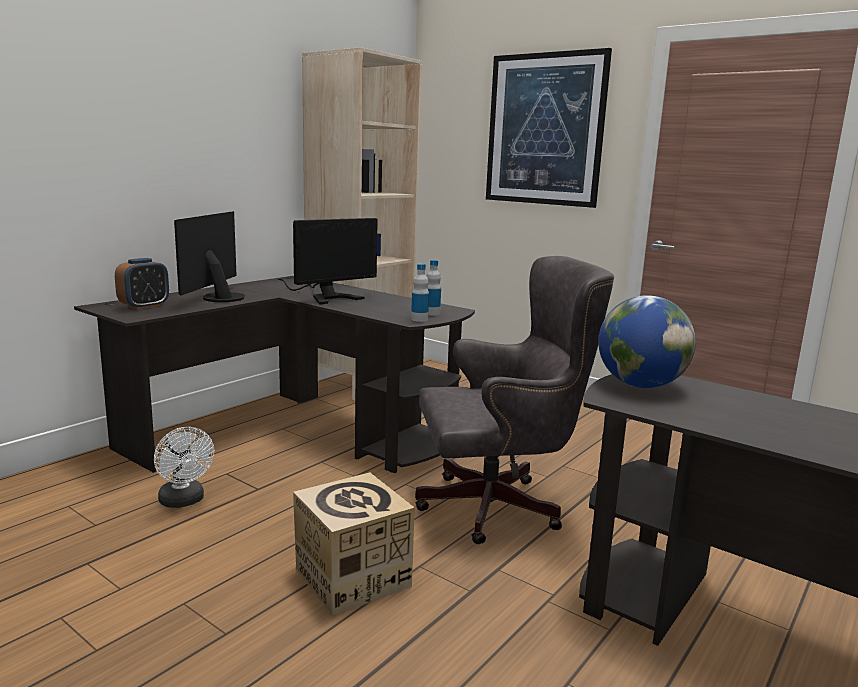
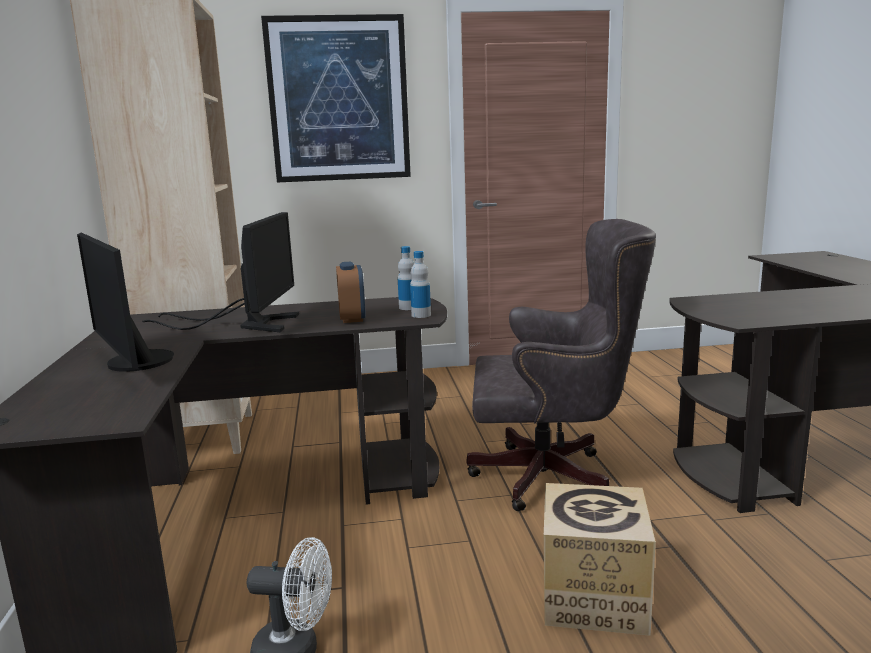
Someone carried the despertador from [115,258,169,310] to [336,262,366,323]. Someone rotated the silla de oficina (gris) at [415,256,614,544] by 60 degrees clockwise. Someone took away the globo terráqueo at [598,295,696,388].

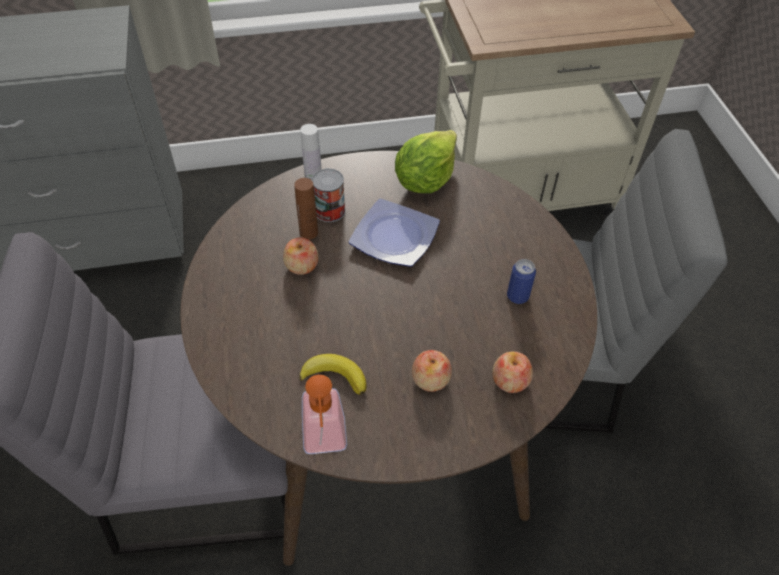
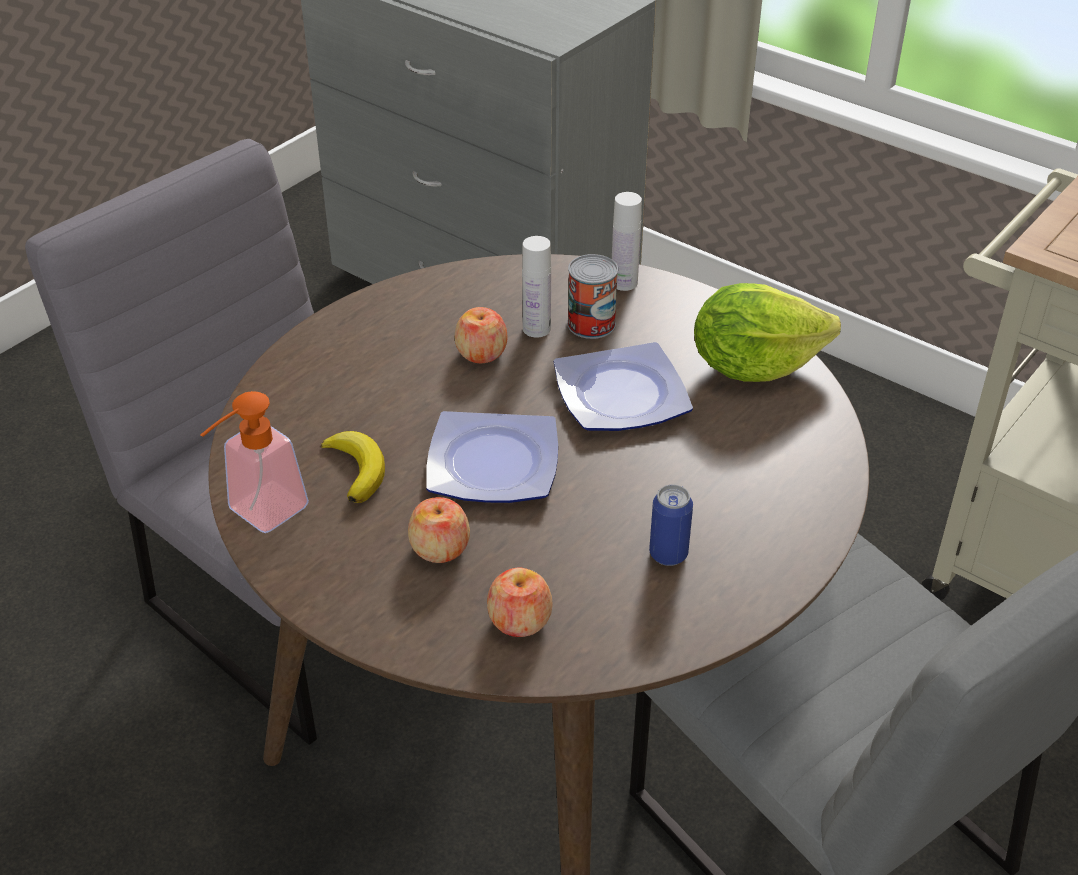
Someone put down the plato at [426,411,558,503]. Someone repainted the botella (marrón) at [294,178,318,240], which became the botella (blanco) at [522,236,551,338].

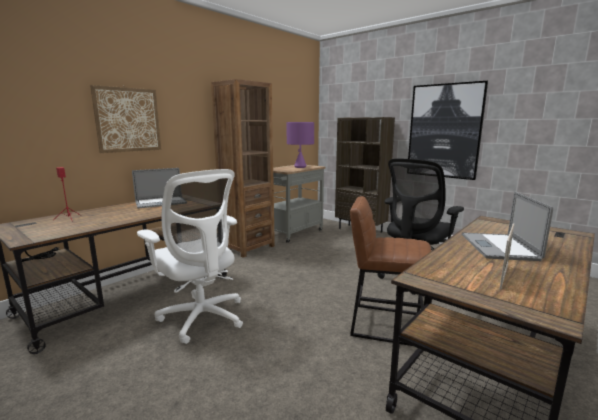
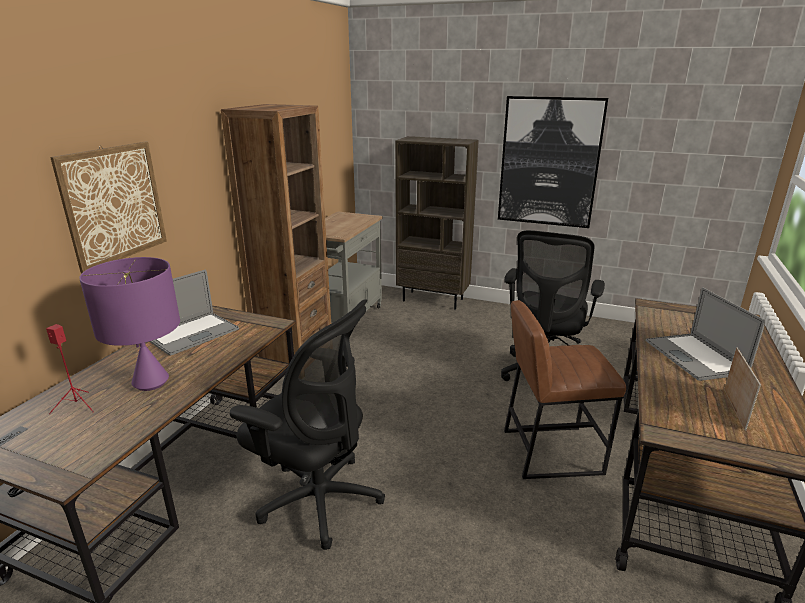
Someone carried the lámpara de mesa (morado) from [287,122,314,168] to [79,257,180,391]. Someone repainted the silla de oficina (blanco) at [137,169,243,344], which became the silla de oficina (negro) at [230,299,385,550].

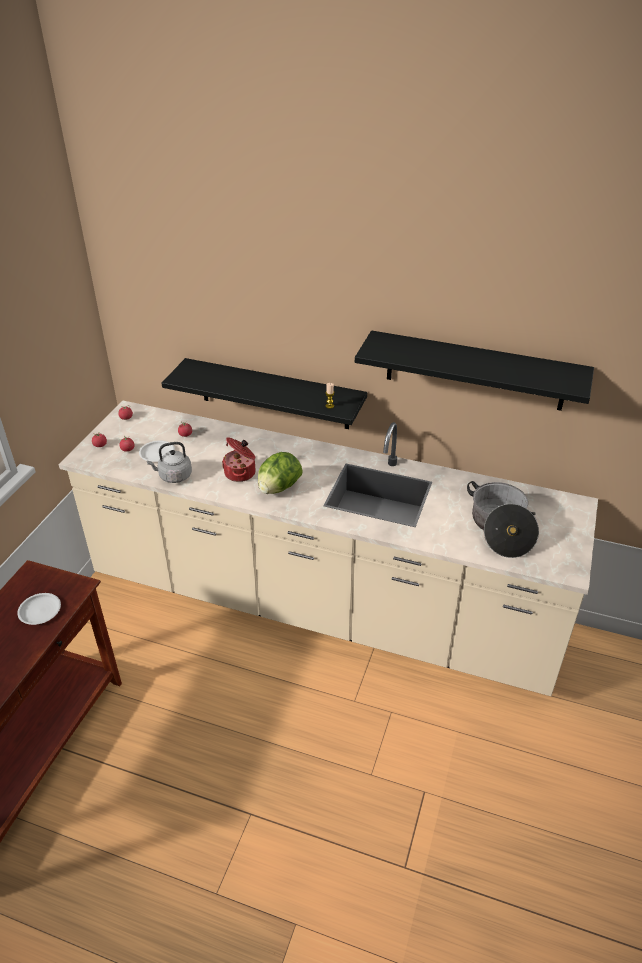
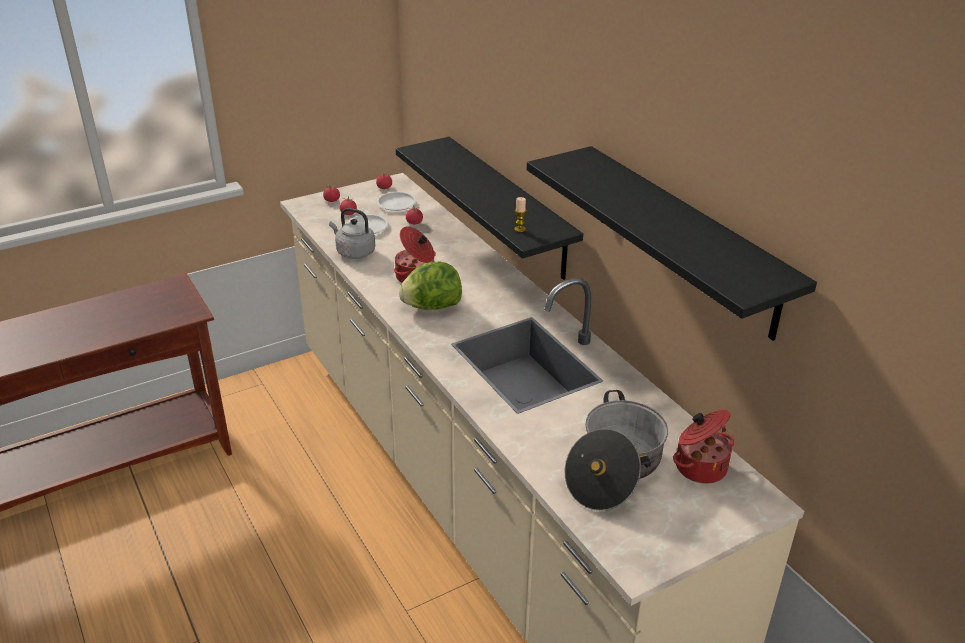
Someone carried the plato (blanco) from [17,593,61,625] to [377,192,417,211]. Someone put down the olla at [673,410,734,484].

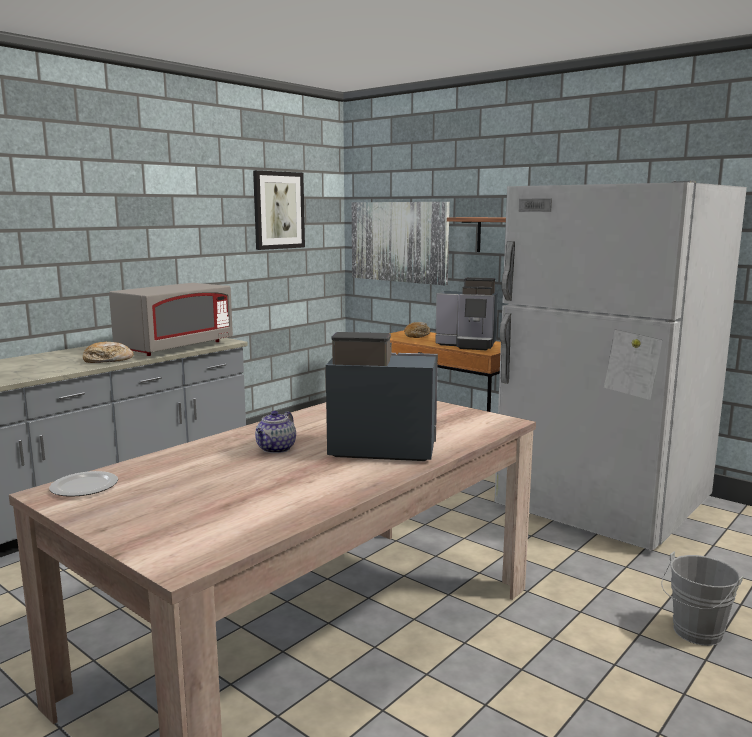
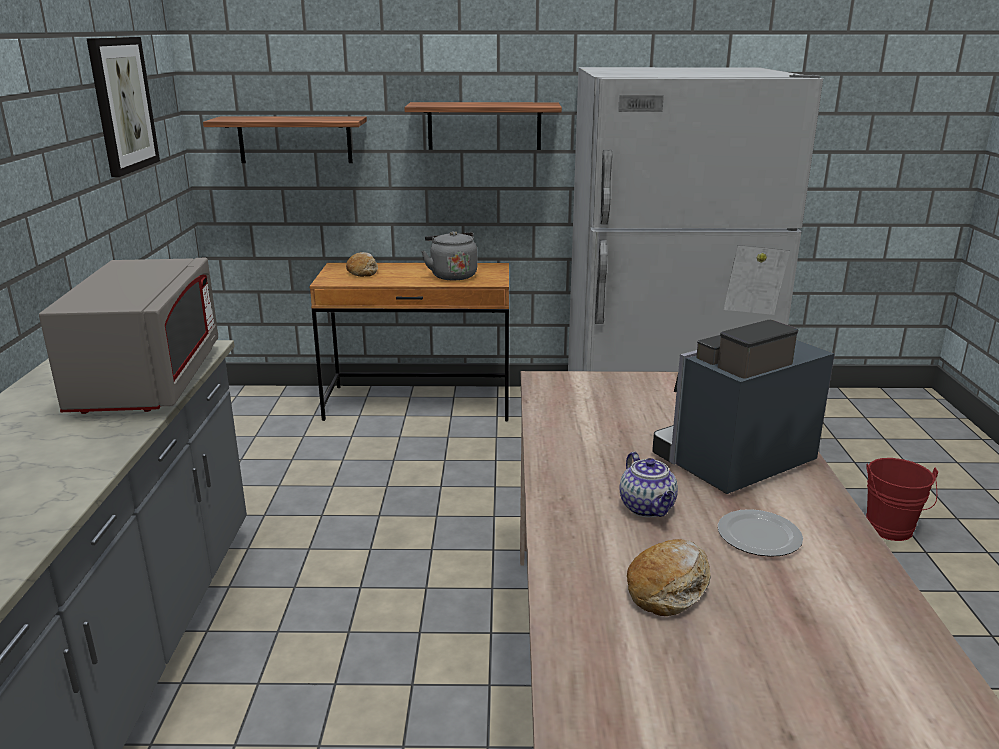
Someone swapped the cuadro at [352,202,450,285] for the estante at [203,116,367,163]. Someone swapped the cafetera at [435,277,498,350] for the hervidor (gris) at [421,231,477,280]. Someone carried the pan from [83,342,133,363] to [627,539,711,616]. Someone carried the plato from [49,471,118,497] to [718,509,803,557]. Someone repainted the cubo (gris) at [661,552,743,646], which became the cubo (rojo) at [866,458,938,541].

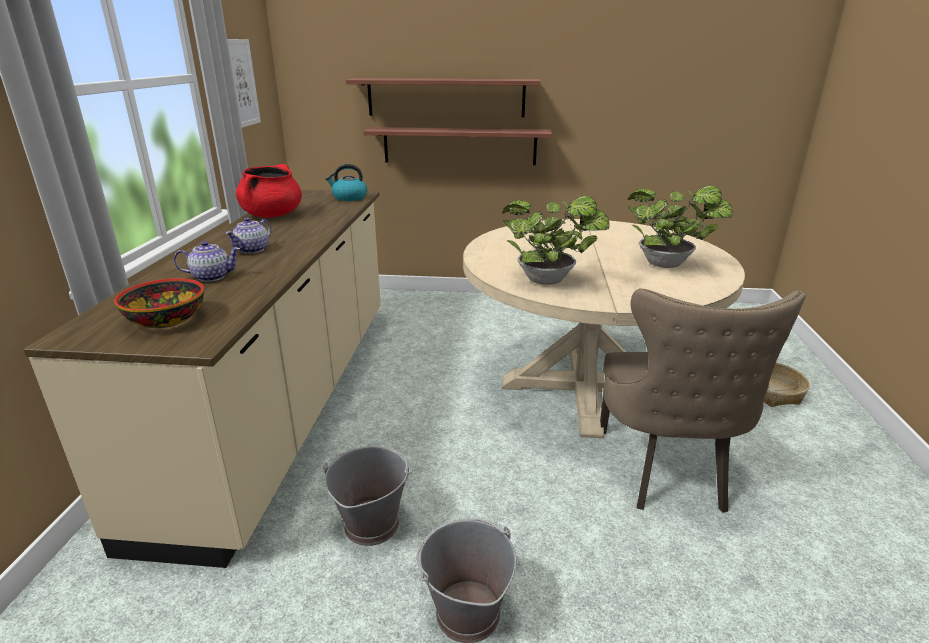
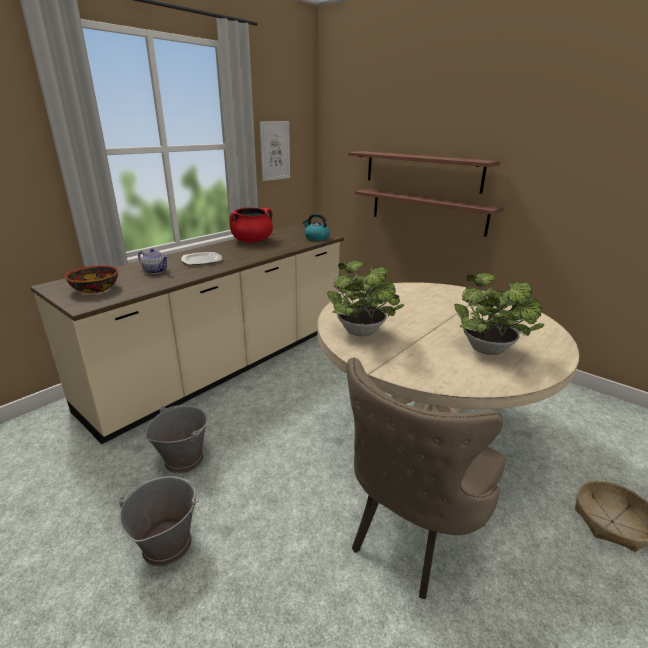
Someone swapped the tetera at [225,217,271,254] for the plato at [181,252,222,265].

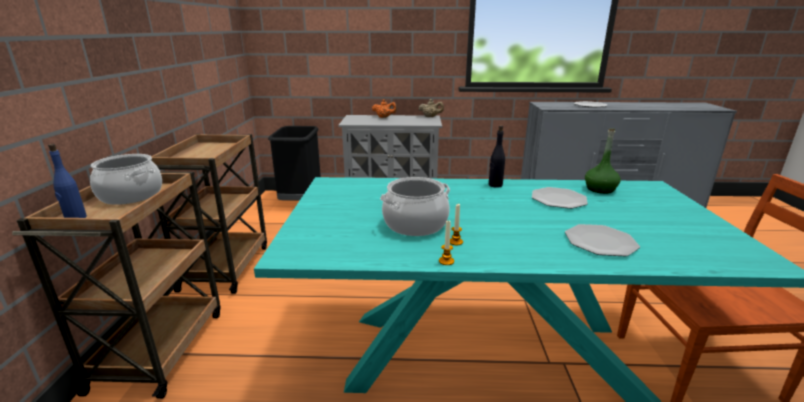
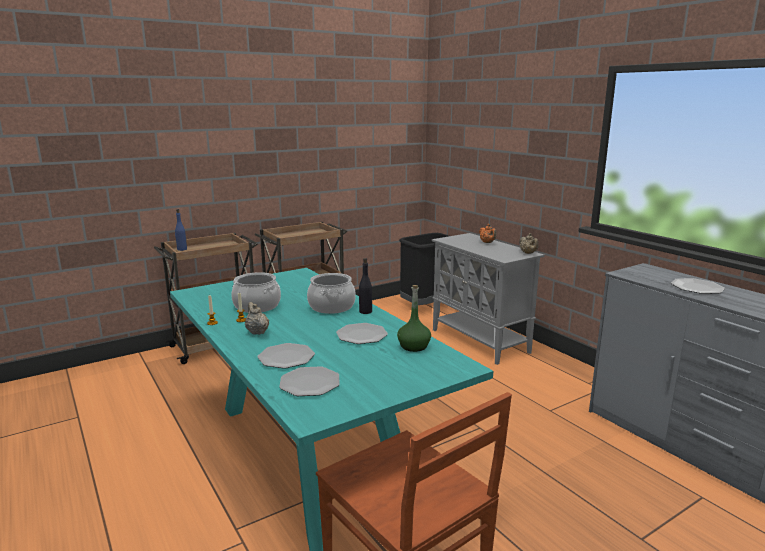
Someone put down the tetera (beis) at [245,302,269,335]. Someone put down the plato at [279,366,340,396]. Someone carried the olla from [90,154,162,205] to [307,273,356,314].

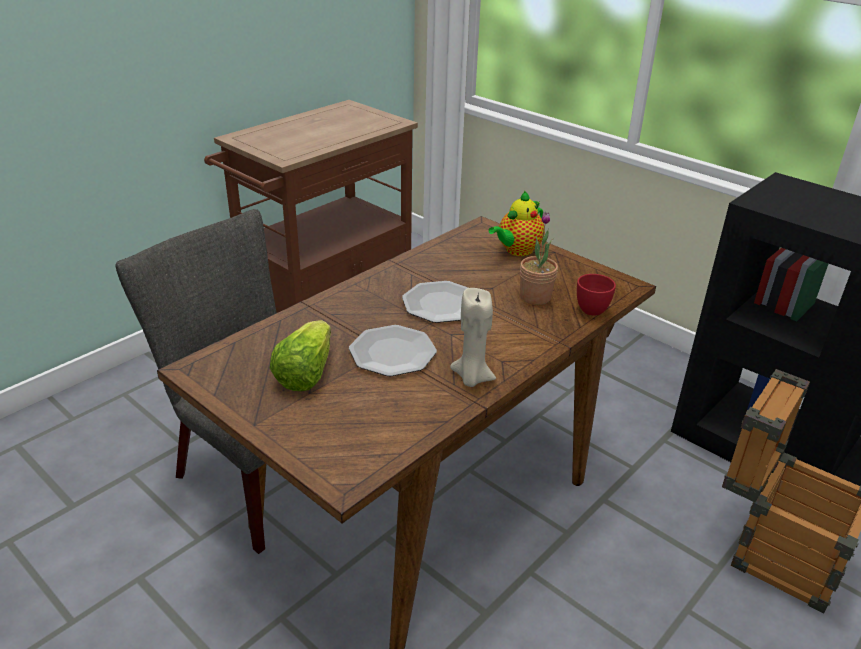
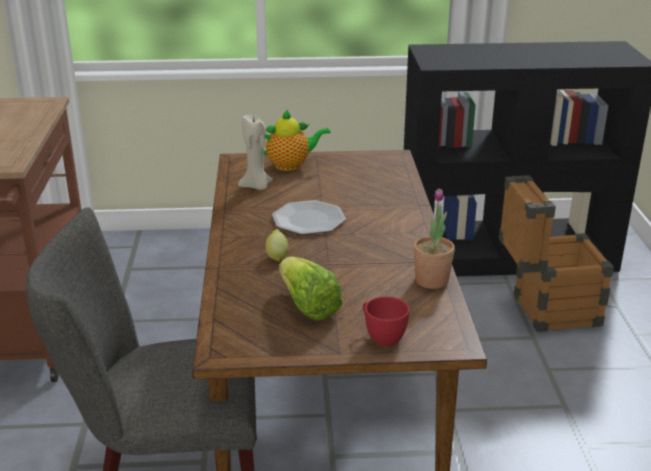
Someone carried the vela (beis) from [450,288,496,387] to [238,115,273,190]. Someone rotated the tetera at [488,191,545,256] by 105 degrees counterclockwise. Someone put down the limón at [265,229,288,261]. Someone carried the taza (rojo) from [577,274,616,315] to [363,296,410,346]. Someone carried the planta en maceta from [520,212,558,305] to [414,189,455,289]. Someone took away the plato at [349,325,437,376].

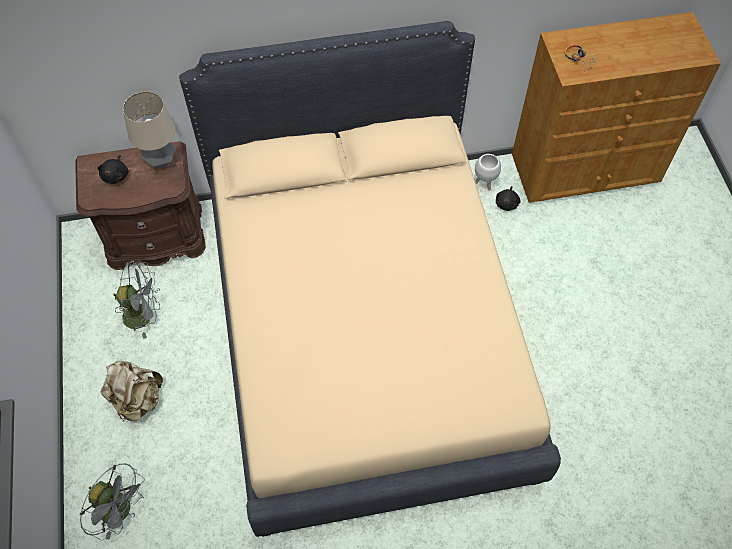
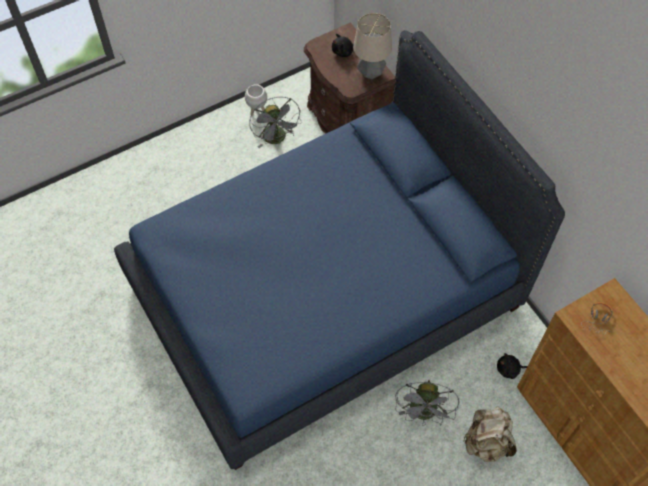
Someone repainted the cama (beis) at [179,21,561,537], which became the cama (azul) at [114,30,565,470]. Someone carried the maceta (blanco) from [475,154,501,191] to [245,84,267,116]. Someone carried the ventilador (gris) from [80,463,145,541] to [395,380,460,426]. Someone carried the mochila (beis) from [101,361,163,422] to [463,406,517,462].

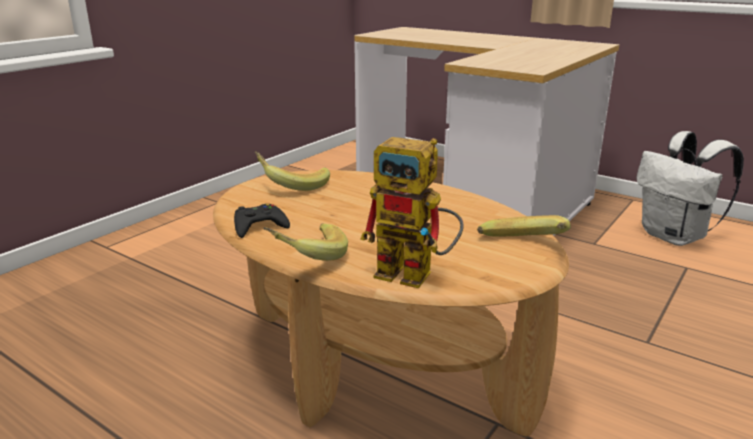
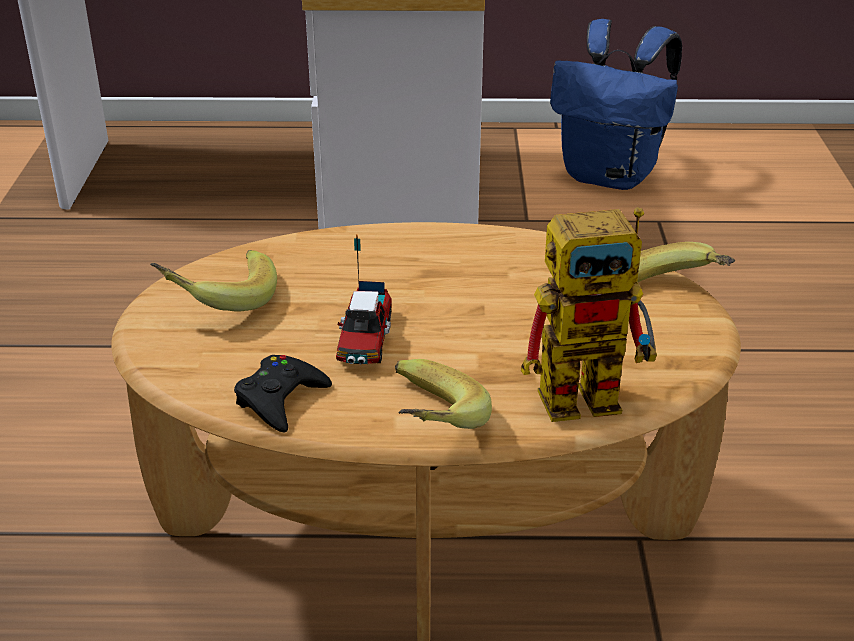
Someone put down the camión de juguete at [336,234,392,365]. Someone repainted the mochila (blanco) at [636,131,744,246], which became the mochila (azul) at [550,19,682,190].

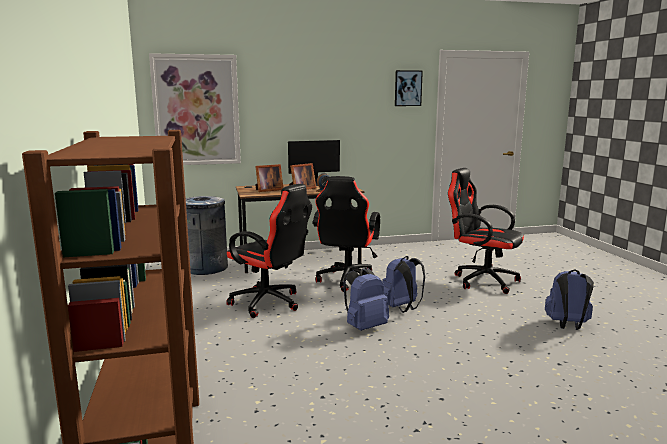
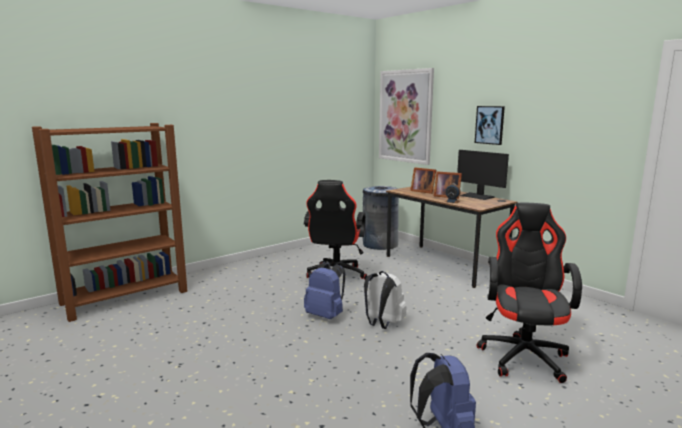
Someone repainted the mochila (azul) at [382,256,425,313], which became the mochila (blanco) at [364,271,406,329]. Someone carried the cuadro from [395,70,423,106] to [475,106,505,145]. Someone took away the silla de oficina (negro) at [313,176,380,292].

